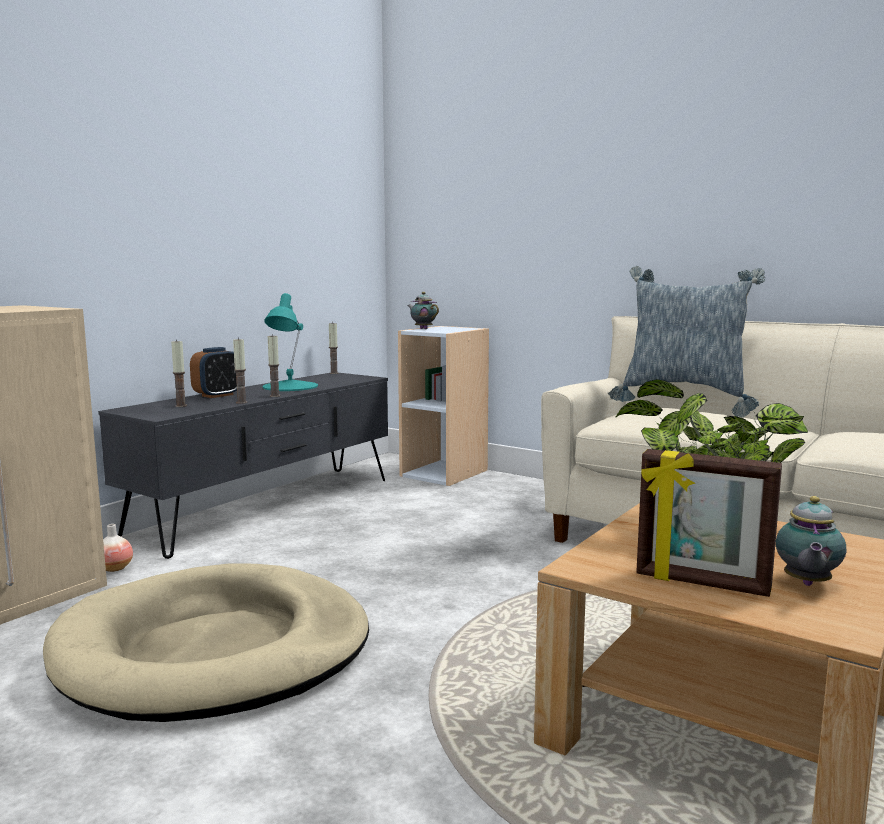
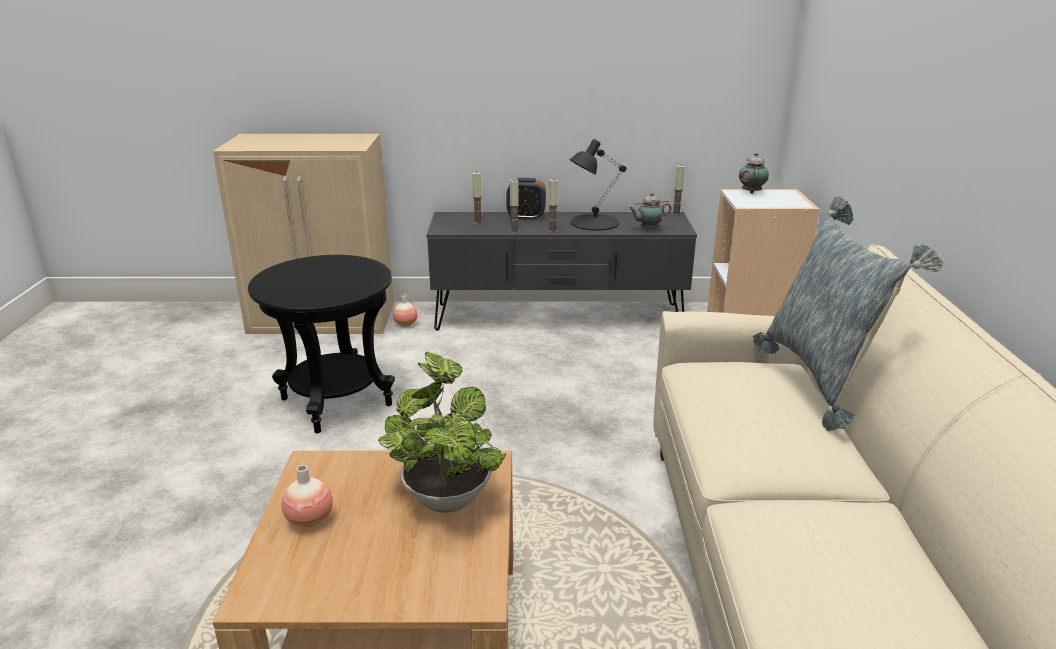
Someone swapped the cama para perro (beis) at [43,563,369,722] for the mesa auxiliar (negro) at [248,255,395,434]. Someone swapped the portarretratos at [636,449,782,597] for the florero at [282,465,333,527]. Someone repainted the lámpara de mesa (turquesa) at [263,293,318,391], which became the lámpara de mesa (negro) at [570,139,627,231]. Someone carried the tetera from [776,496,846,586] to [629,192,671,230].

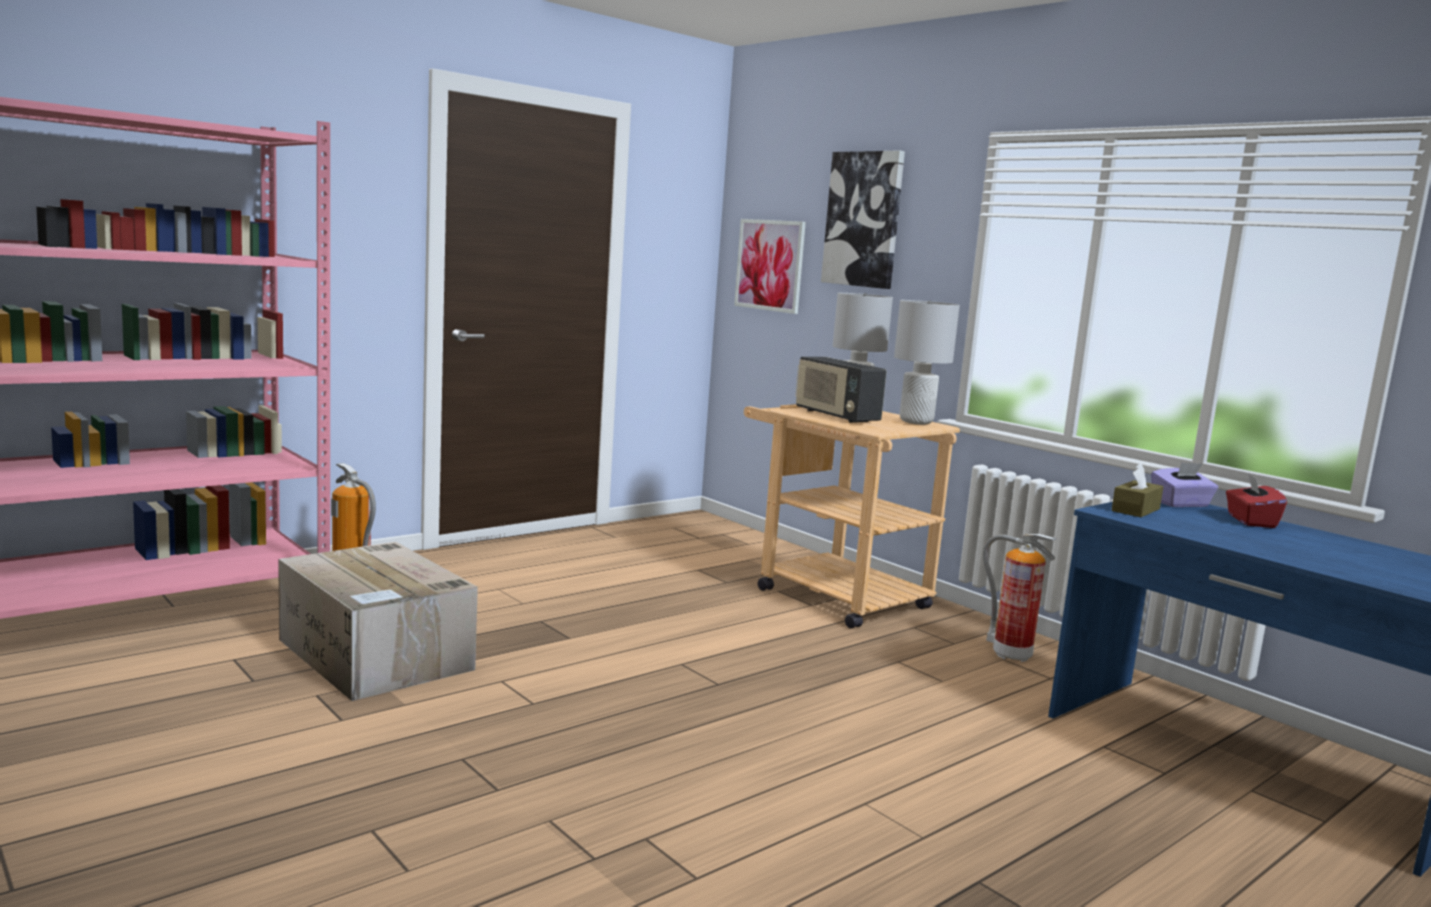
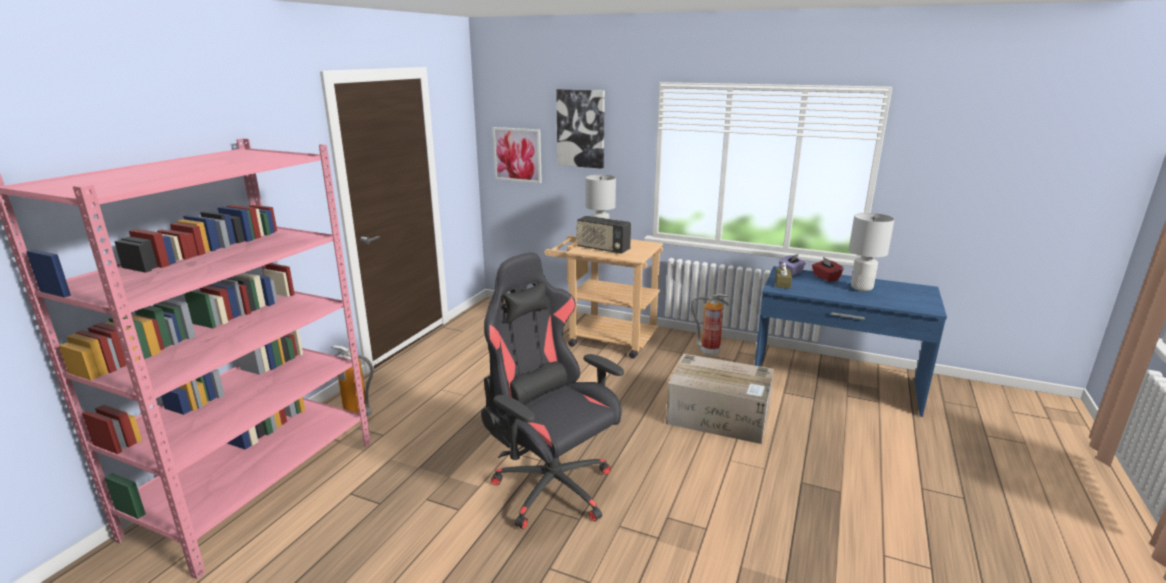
Someone put down the silla de oficina (negro) at [481,253,624,529]. Someone carried the caja de cartón from [278,542,478,701] to [666,354,774,444]. Someone carried the lámpara de mesa (gris) from [894,300,960,425] to [849,213,895,291].

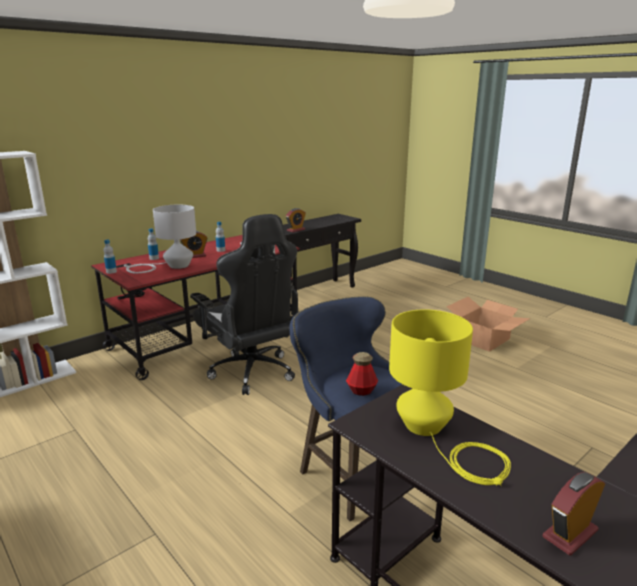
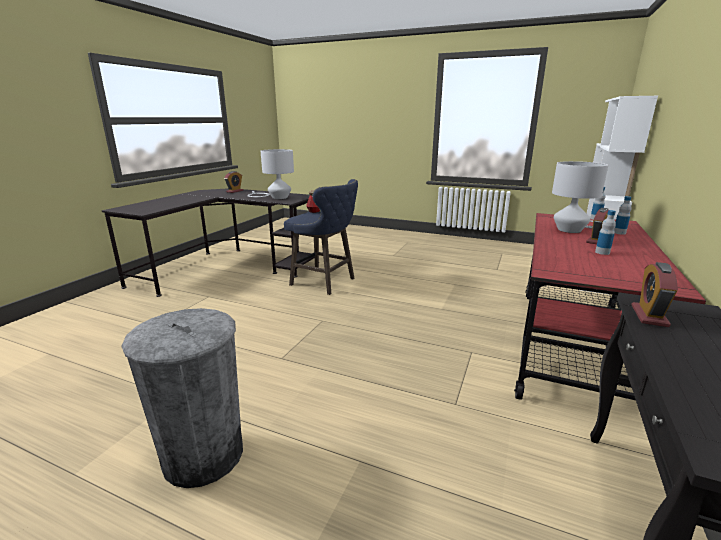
Someone swapped the caja de cartón at [446,297,530,352] for the papelera (gris) at [122,308,243,488]. Someone repainted the lámpara de mesa (amarillo) at [389,309,511,486], which became the lámpara de mesa (gris) at [247,149,294,199]. Someone took away the silla de oficina (negro) at [190,214,298,395].

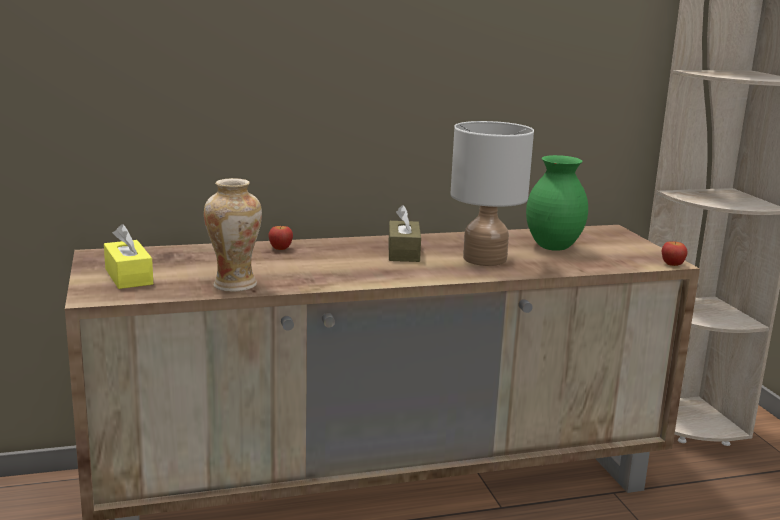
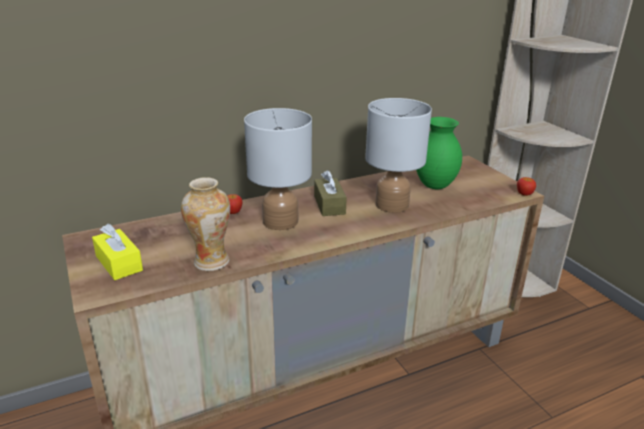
Someone put down the lámpara de mesa (gris) at [244,108,312,230].

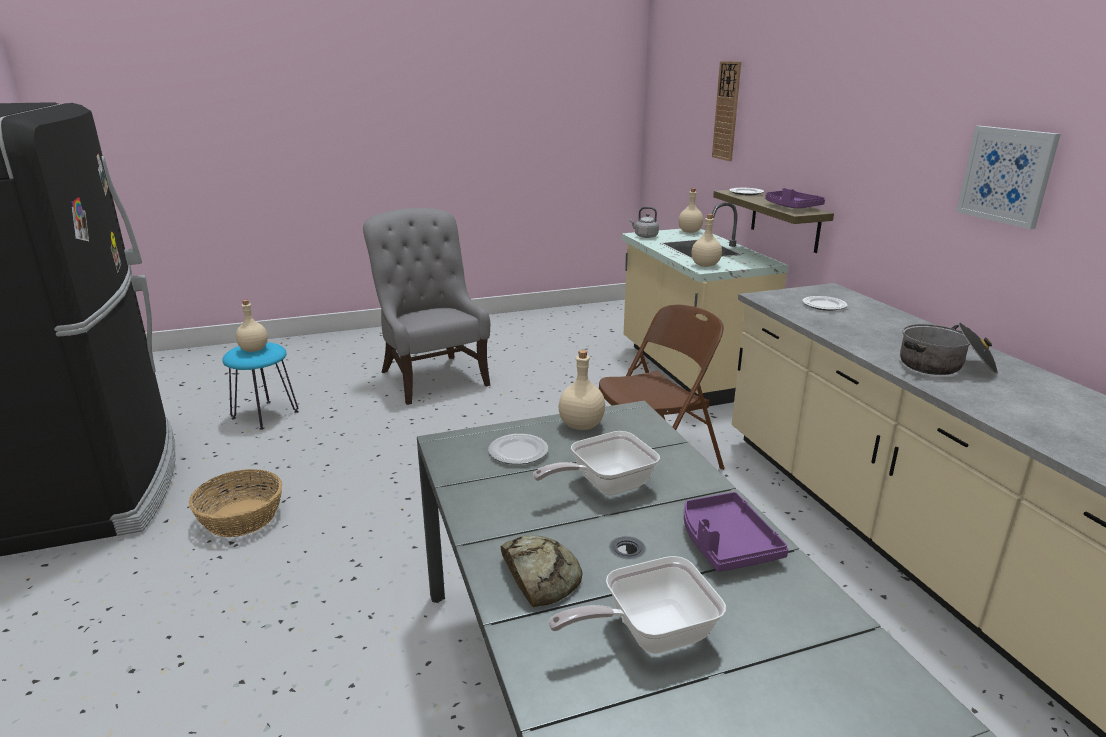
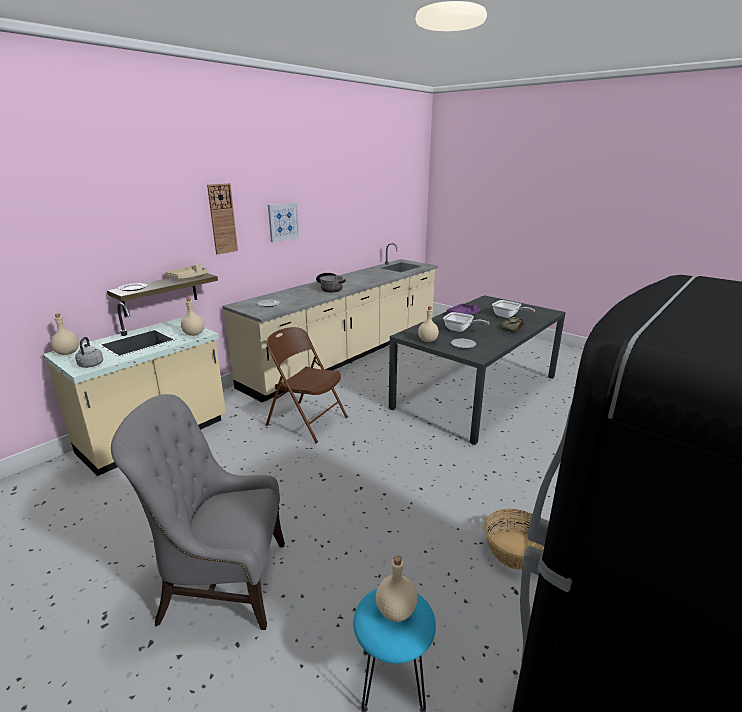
Someone rotated the silla (gris) at [363,208,490,405] by 60 degrees clockwise. Someone repainted the bandeja (morado) at [765,188,825,208], which became the bandeja (beis) at [165,264,208,279]. Someone carried the reloj de pared from [712,61,741,161] to [207,183,238,255].

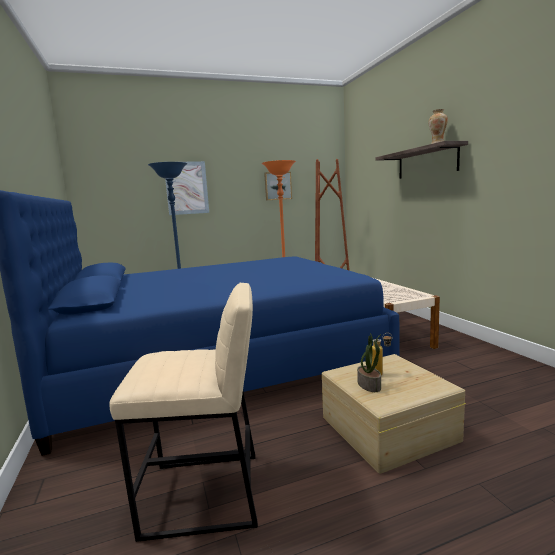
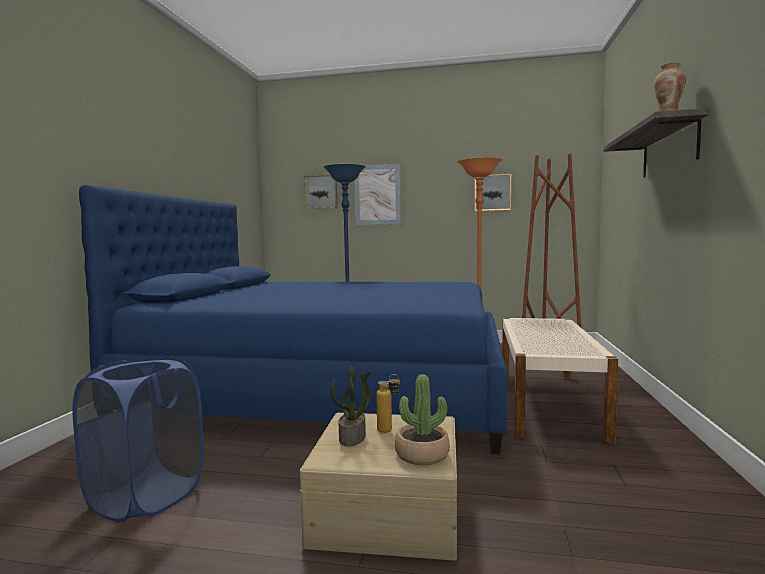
Someone swapped the silla (beis) at [109,283,258,542] for the cesto de la ropa (azul) at [72,356,204,523]. Someone put up the cuadro at [304,175,338,210]. Someone put down the planta en maceta at [395,374,450,465].

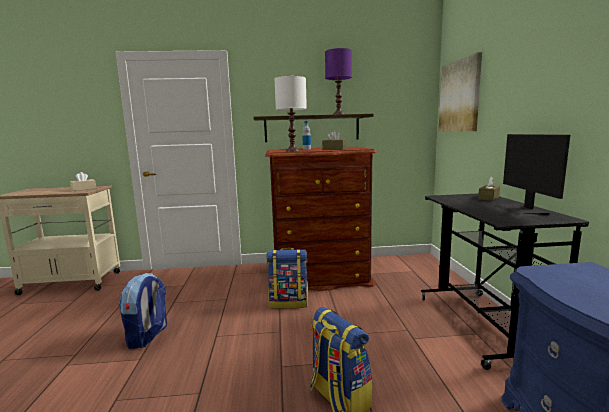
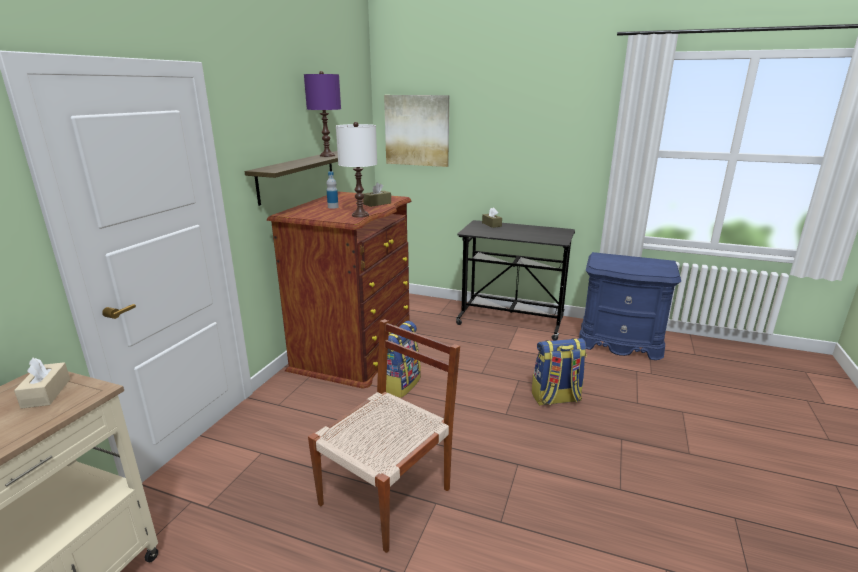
Someone swapped the mochila at [119,273,167,349] for the silla at [308,319,460,553]. Someone took away the monitor at [493,134,570,216].

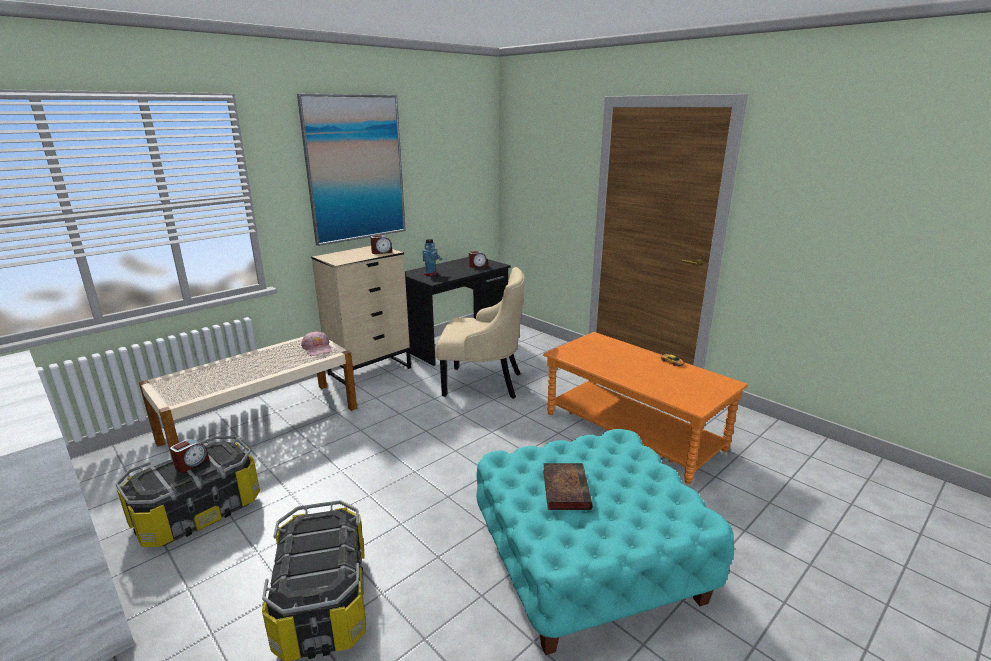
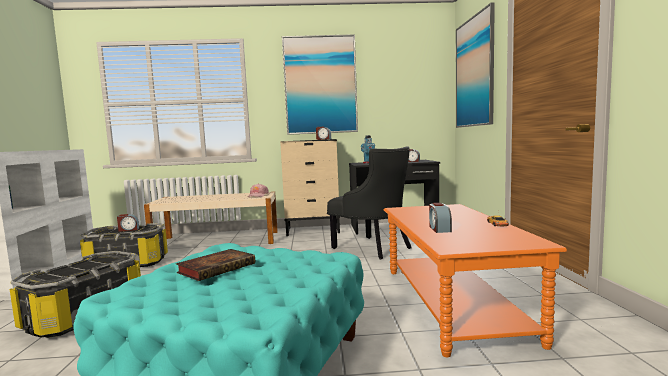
Someone repainted the silla (beis) at [436,267,524,399], which became the silla (negro) at [327,146,412,260]. Someone put down the despertador at [429,203,452,233]. Someone put up the cuadro at [456,3,495,128].

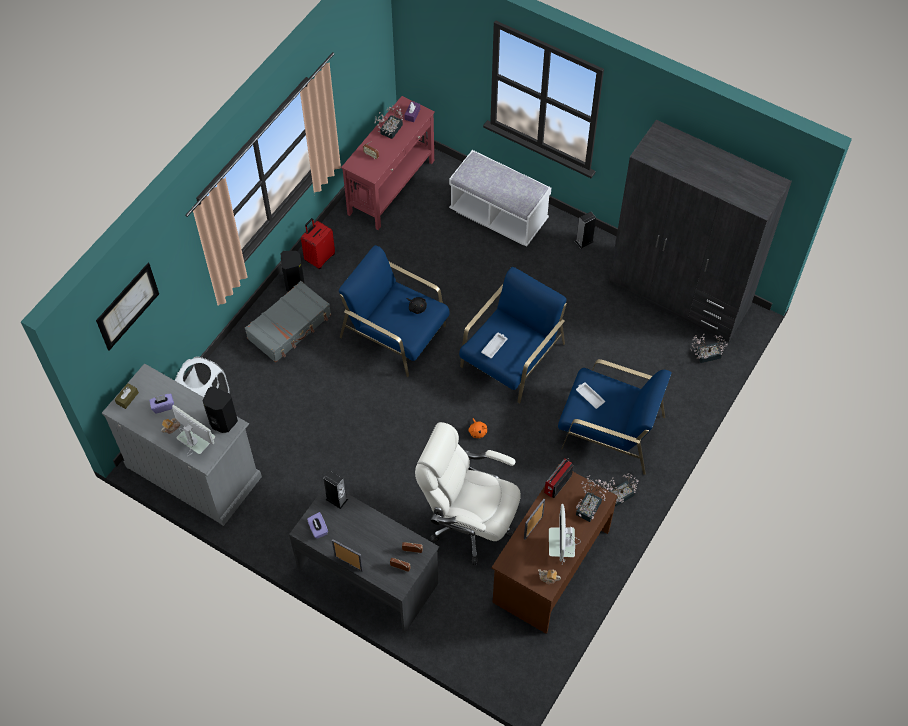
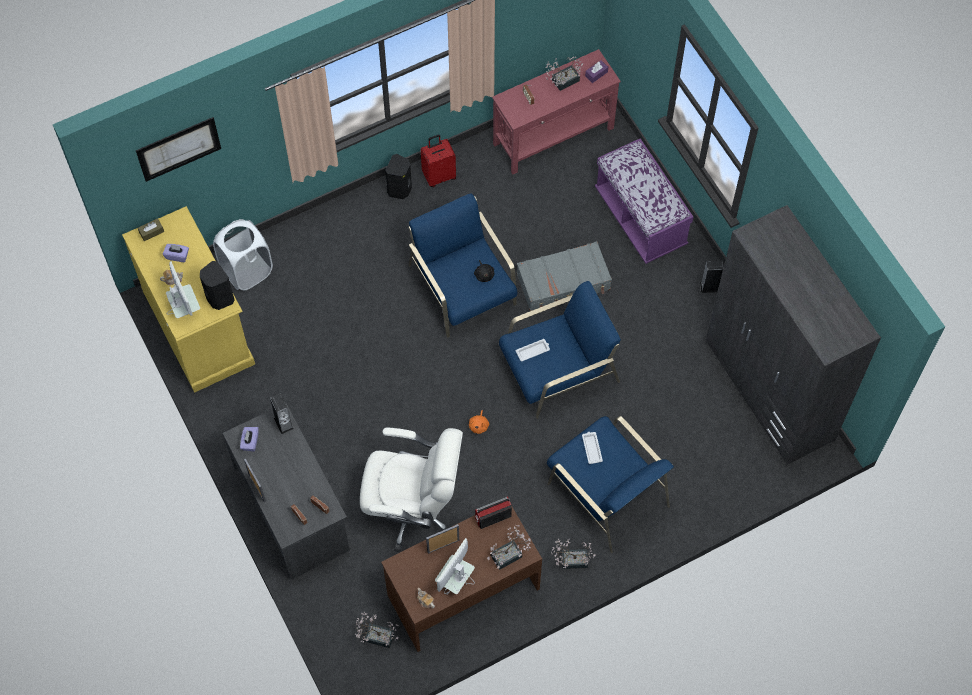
Someone repainted the cómoda (gris) at [102,363,262,526], which became the cómoda (amarillo) at [122,206,255,393]. Someone carried the planta en maceta from [690,334,728,363] to [355,611,399,648]. Someone rotated the silla de oficina (blanco) at [415,422,521,565] by 135 degrees clockwise. Someone carried the maleta (gris) from [245,281,331,363] to [517,241,612,311]. Someone repainted the banco (blanco) at [449,150,551,246], which became the banco (morado) at [595,138,693,264].

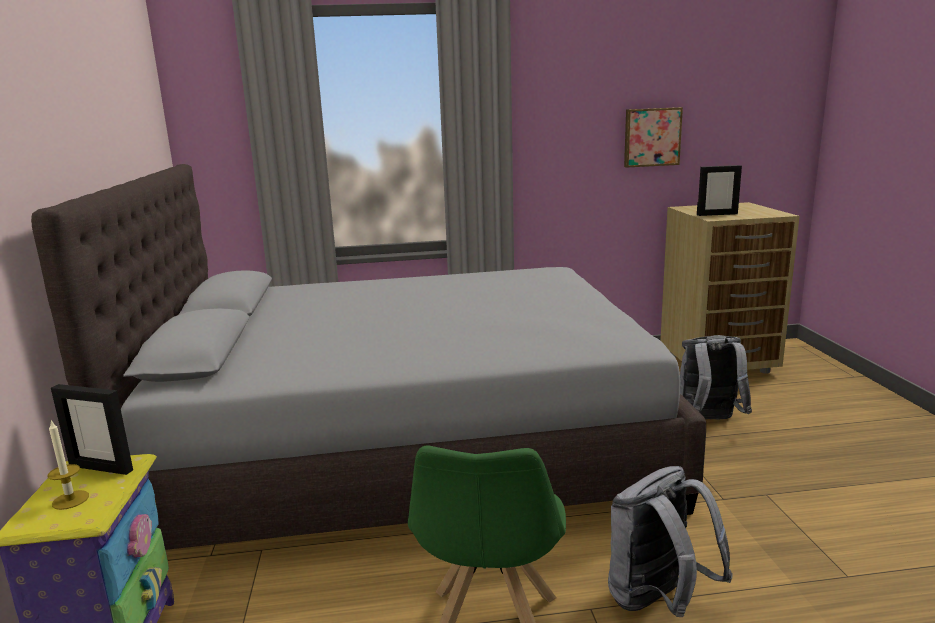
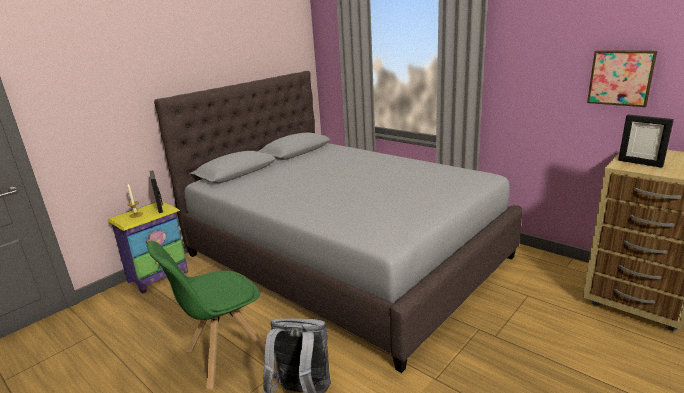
Someone took away the mochila (gris) at [680,335,752,419].

